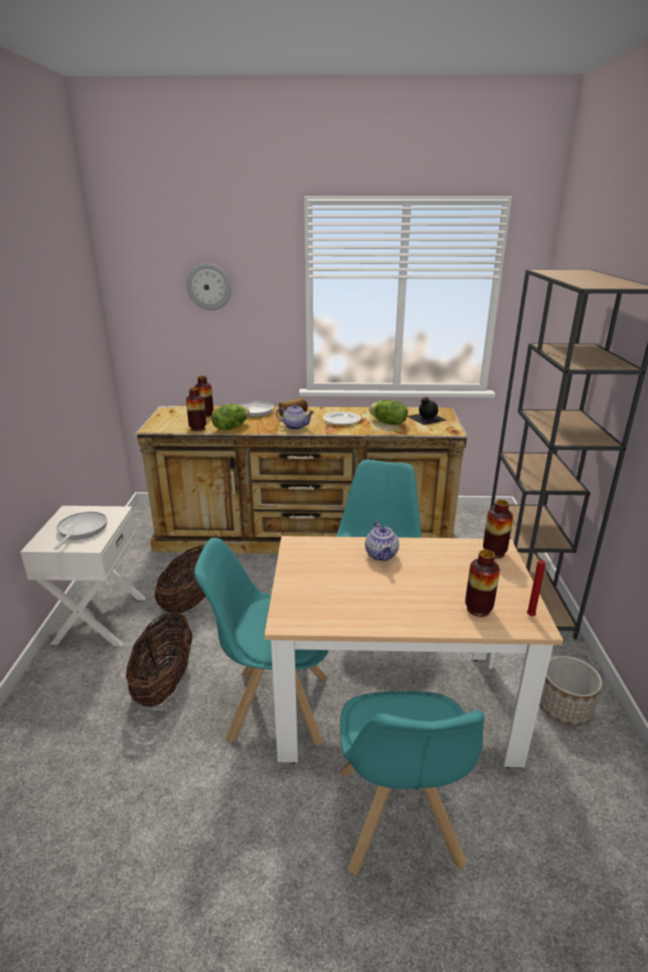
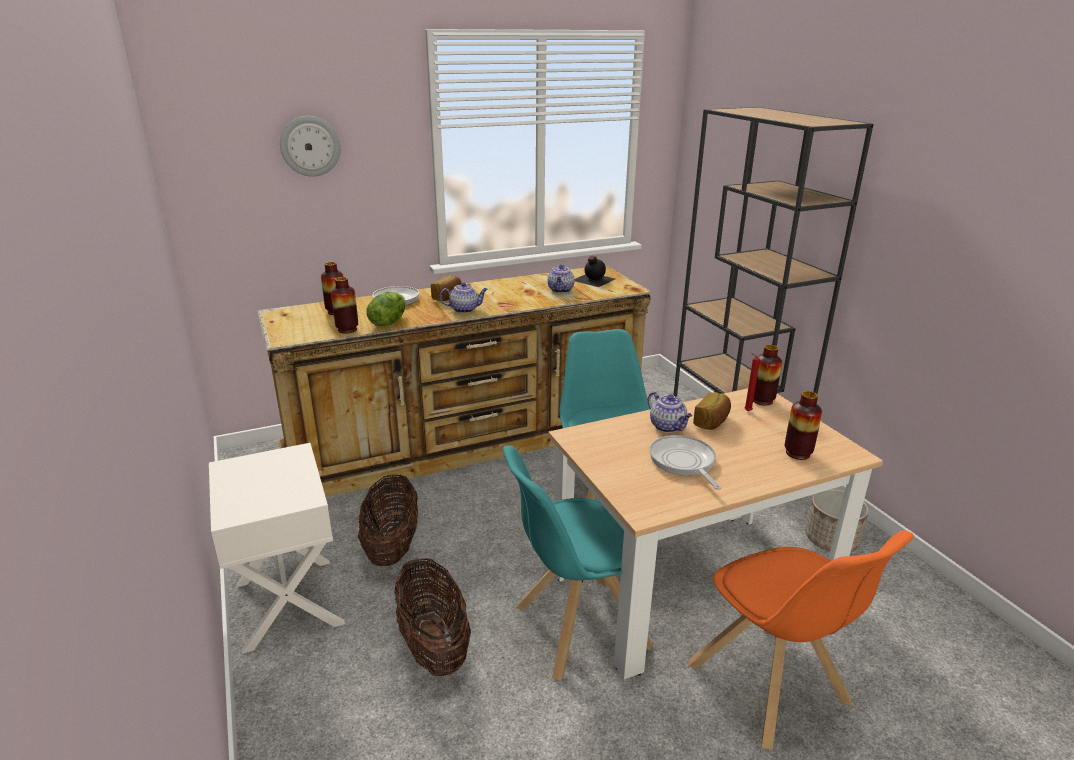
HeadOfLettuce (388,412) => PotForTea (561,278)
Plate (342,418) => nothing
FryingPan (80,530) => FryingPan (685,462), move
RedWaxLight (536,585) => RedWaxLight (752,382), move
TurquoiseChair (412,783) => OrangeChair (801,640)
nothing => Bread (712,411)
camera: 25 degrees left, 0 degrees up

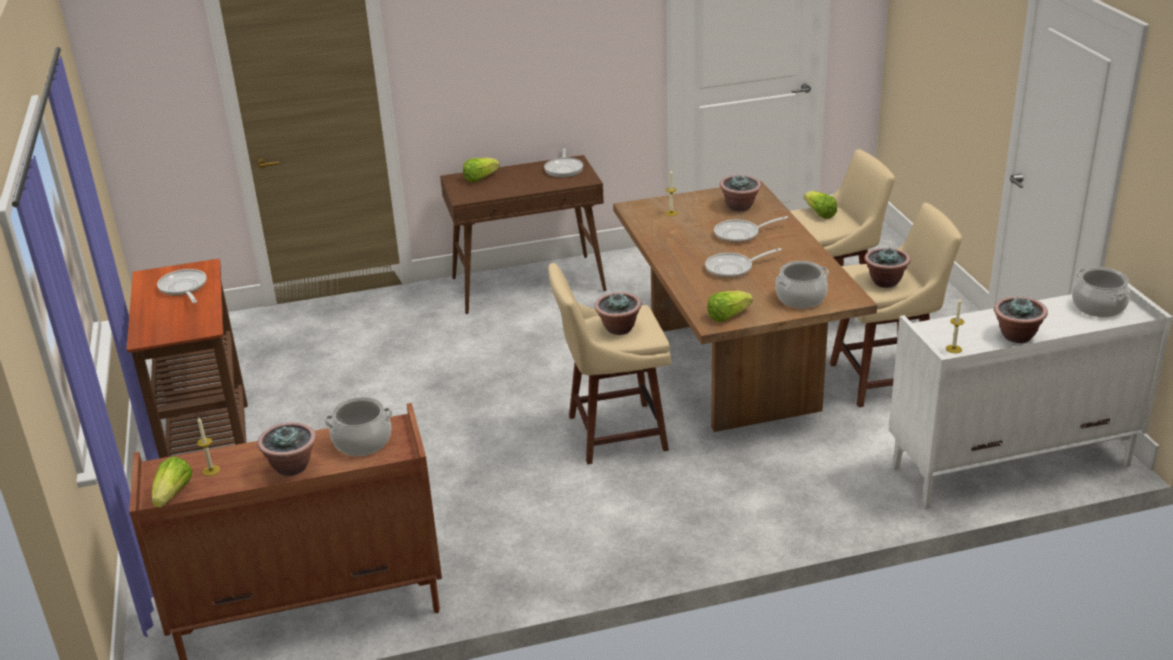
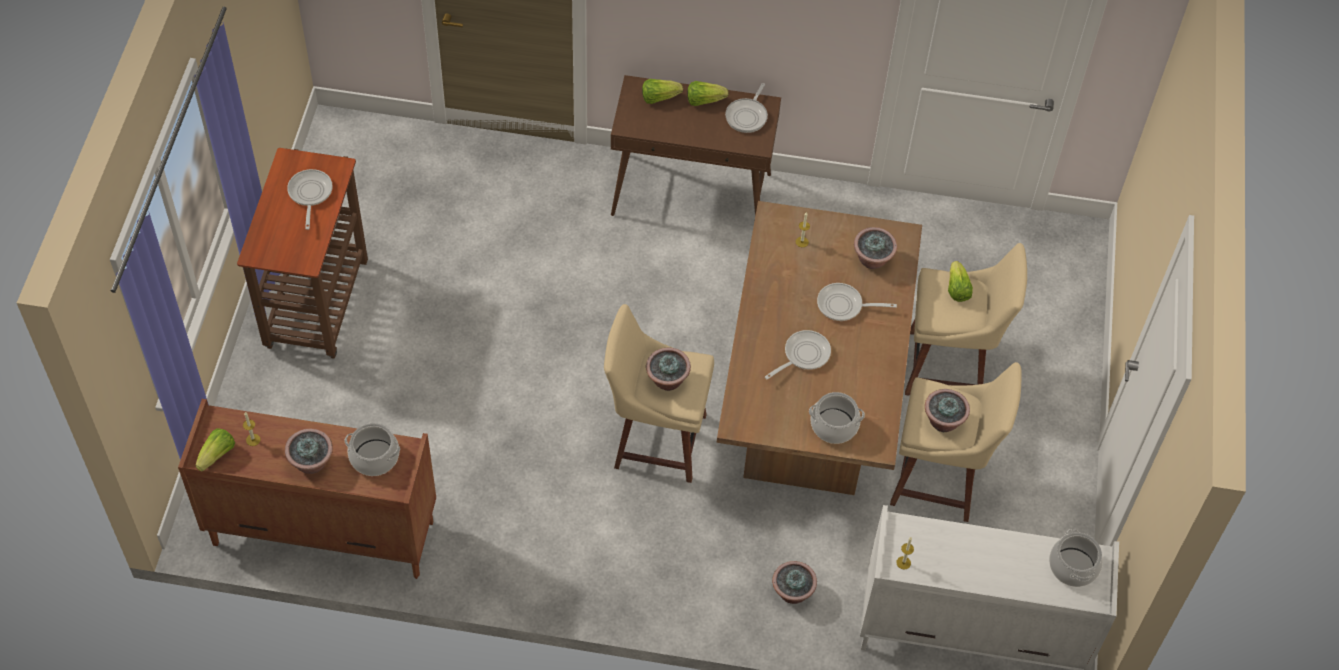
FryingPan (743,263) => FryingPan (798,354), 135 degrees clockwise
HeadOfLettuce (730,306) => HeadOfLettuce (708,93), move
PottedPlant (1021,320) => PottedPlant (794,582), move
camera: 20 degrees right, 25 degrees up

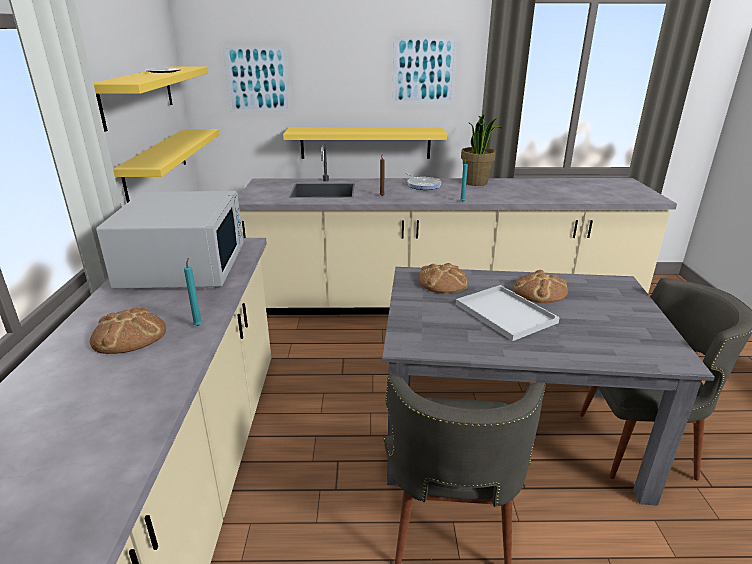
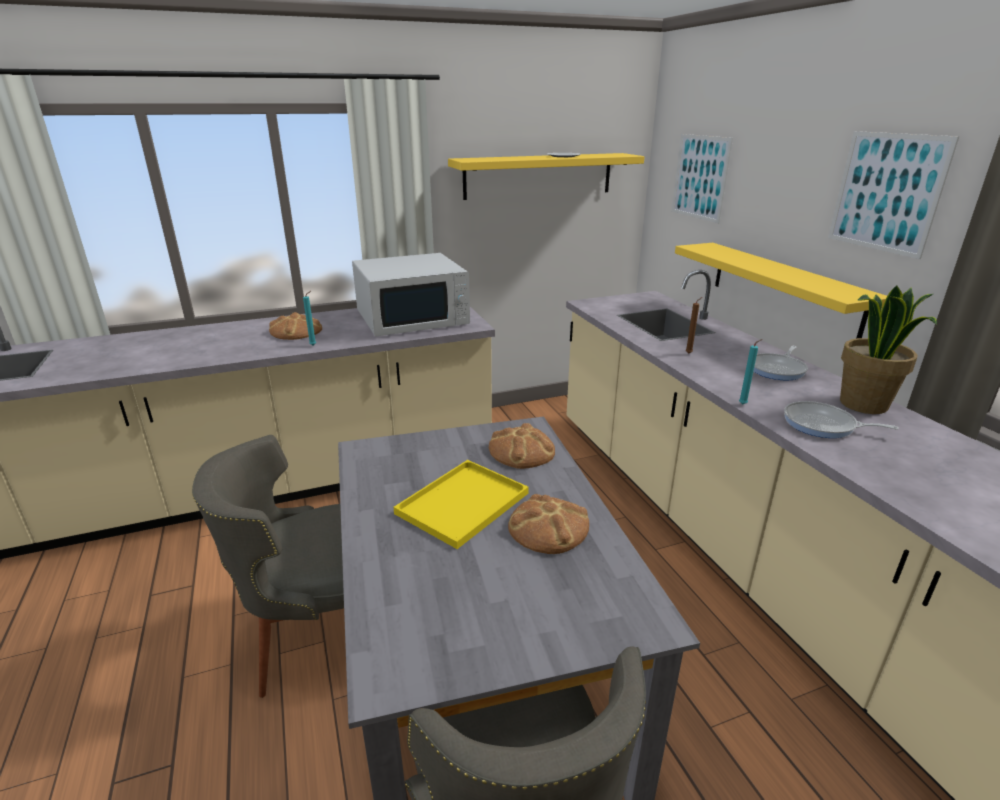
YellowWallShelf (166,166) => nothing
WhiteColouredCarryingTray (508,313) => YellowCarryingTray (461,504)
nothing => FryingPan (841,419)
camera: 70 degrees right, 0 degrees up

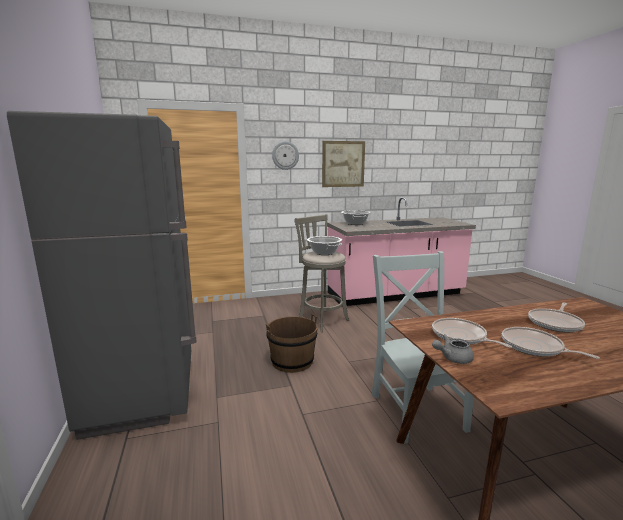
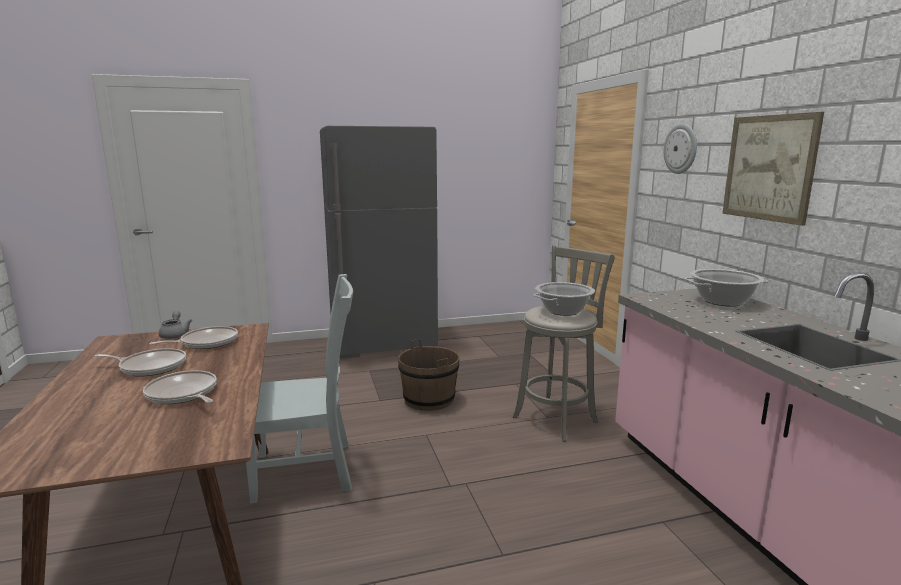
FryingPan (551,343) => FryingPan (140,362), 45 degrees clockwise
camera: 90 degrees right, 0 degrees up

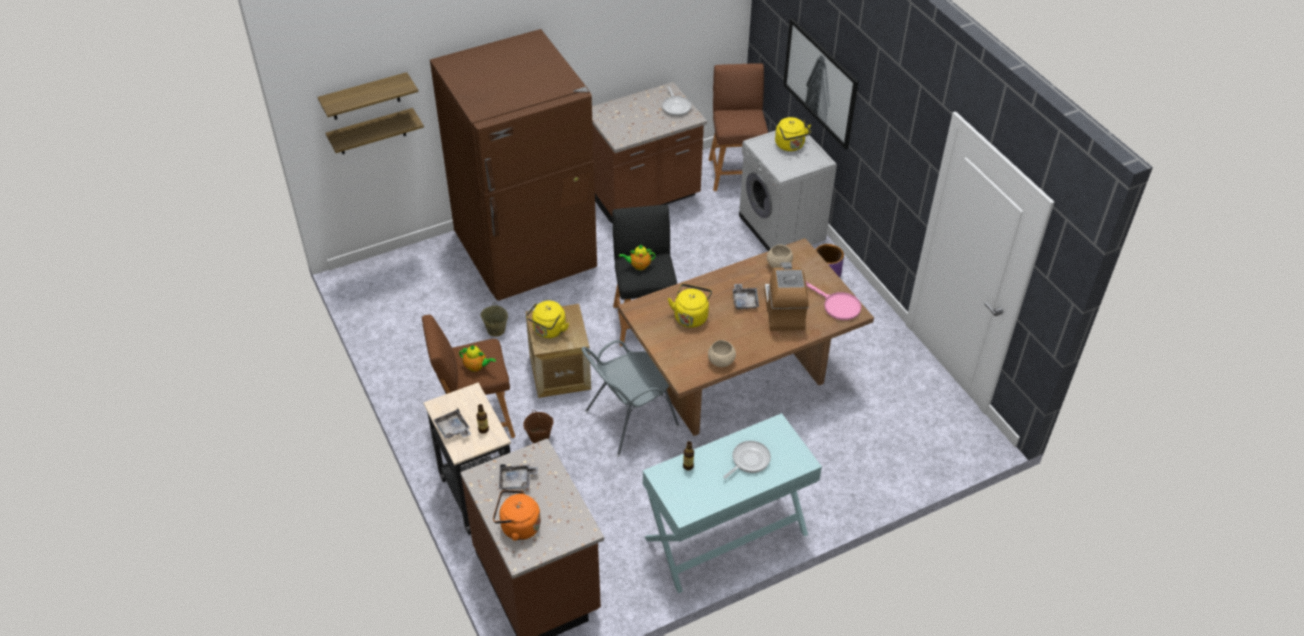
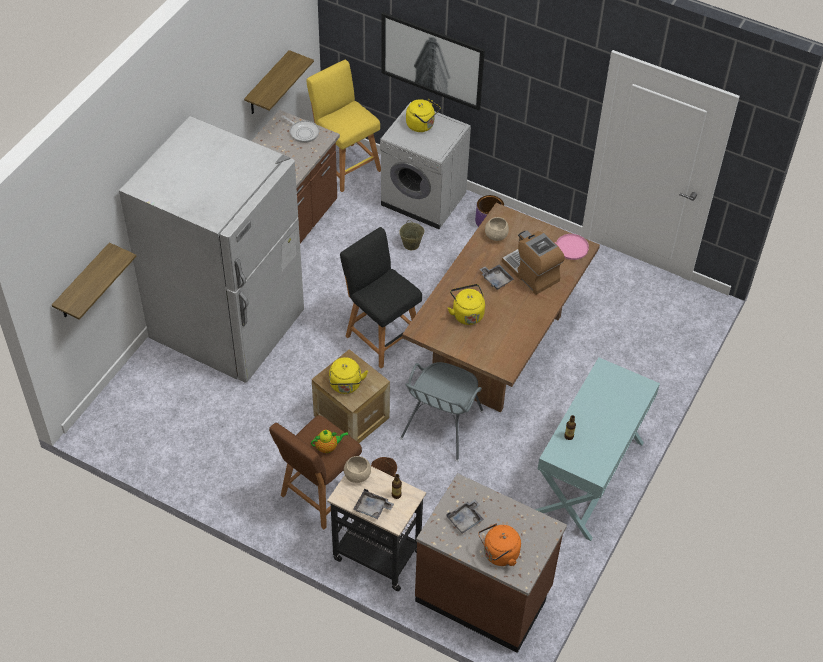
BrownishFridge (513,165) => WhiteColouredFridge (211,249)
BrownishSittingStool (738,127) => YellowSittingStool (343,126)
WallShelf (367,96) => WallShelf (279,82), move
PotForTea (637,257) => nothing
BeigeWaterBucket (494,319) => BeigeWaterBucket (411,235), move
BeigeDeepDish (722,353) => BeigeDeepDish (357,469), move
FryingPan (747,460) => nothing
camera: 35 degrees left, 5 degrees up

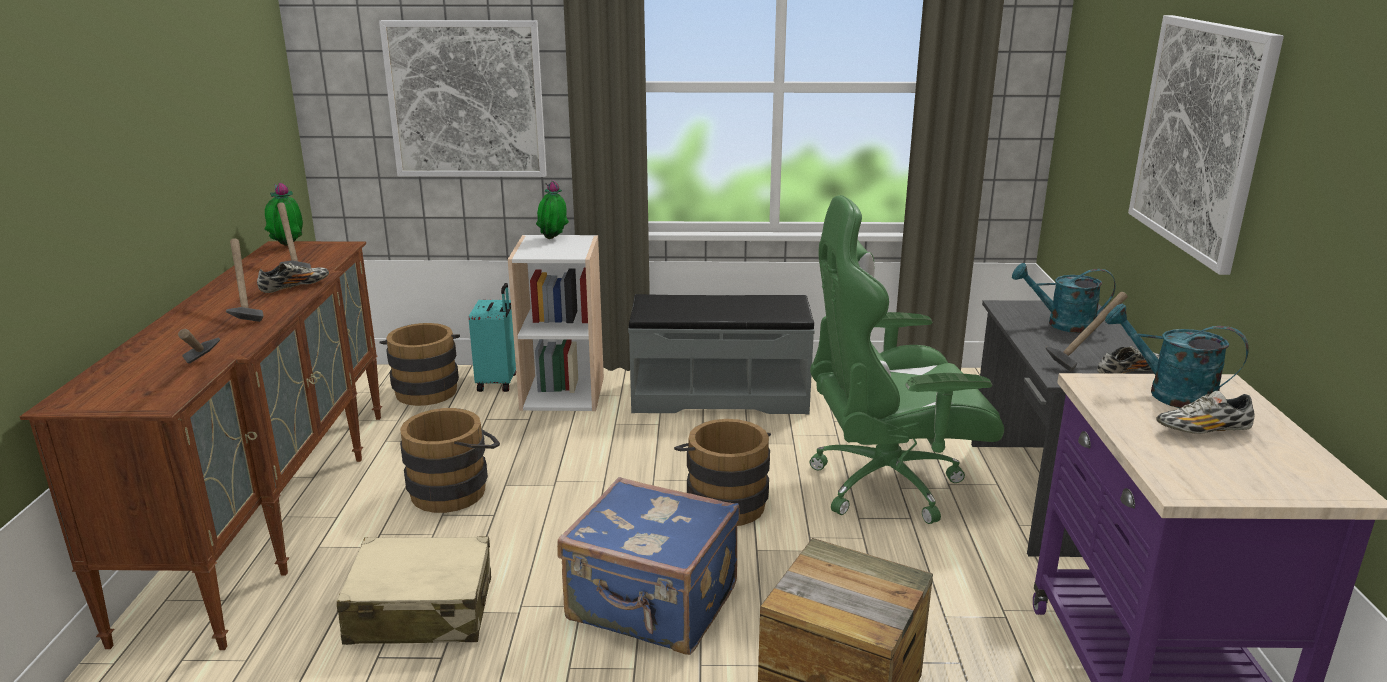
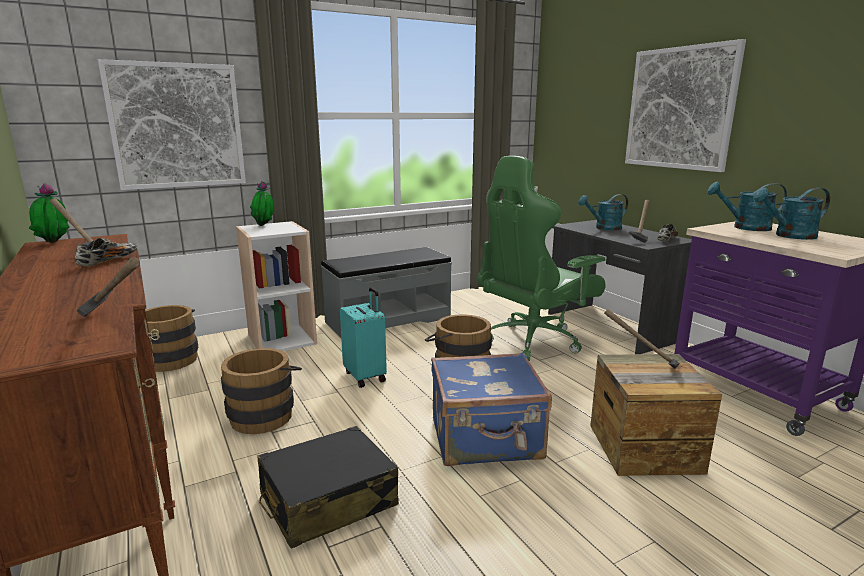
HandHammer (245,280) => HandHammer (642,339), move
TurquoiseSuitcase (492,337) => TurquoiseSuitcase (363,337), move
Shoe (1205,412) => TurquoiseWateringCan (791,214)
BeigeSuitcase (414,590) => BlackSuitcase (328,487)
camera: 30 degrees left, 5 degrees down

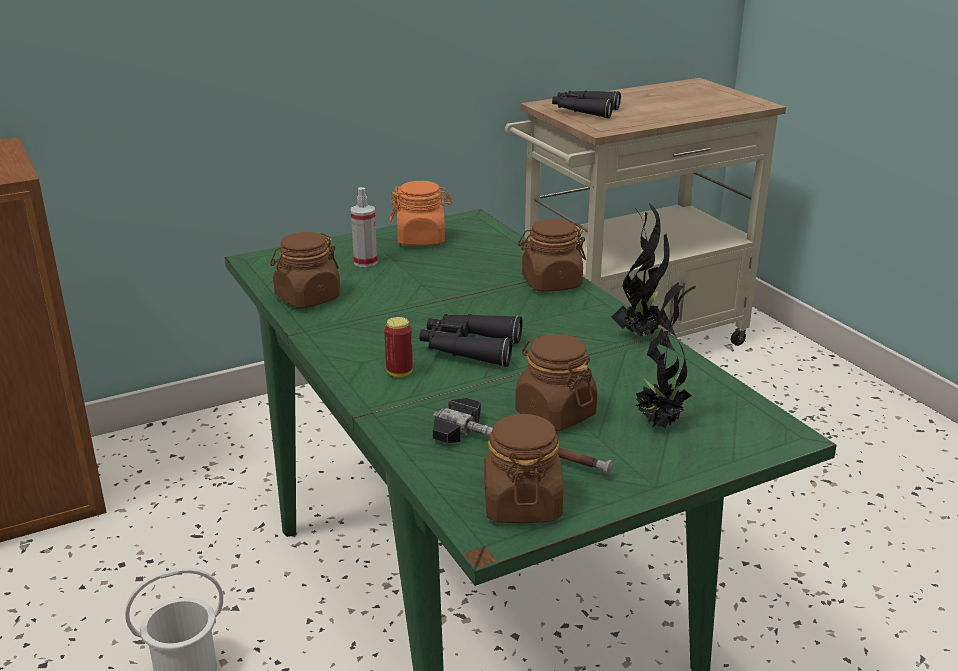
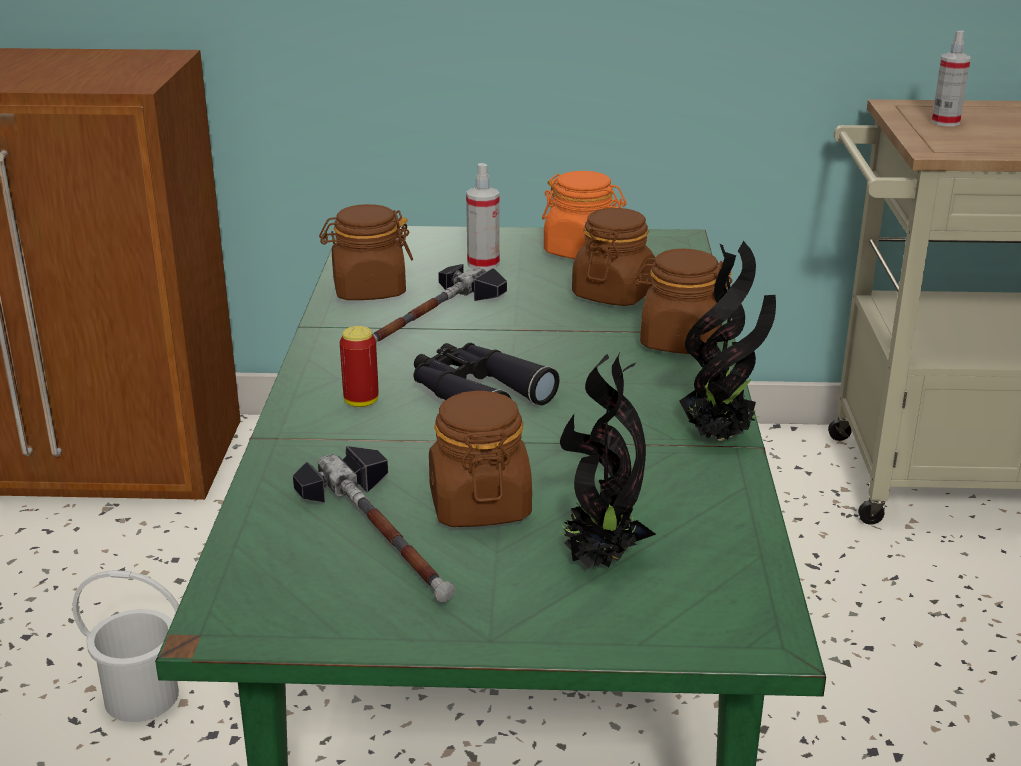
BlackFieldGlasses (586,105) => SprayBottle (951,78)
BrownishStorageJar (523,468) => BrownishStorageJar (613,257), move
nothing => HandHammer (440,303)
camera: 30 degrees right, 0 degrees up

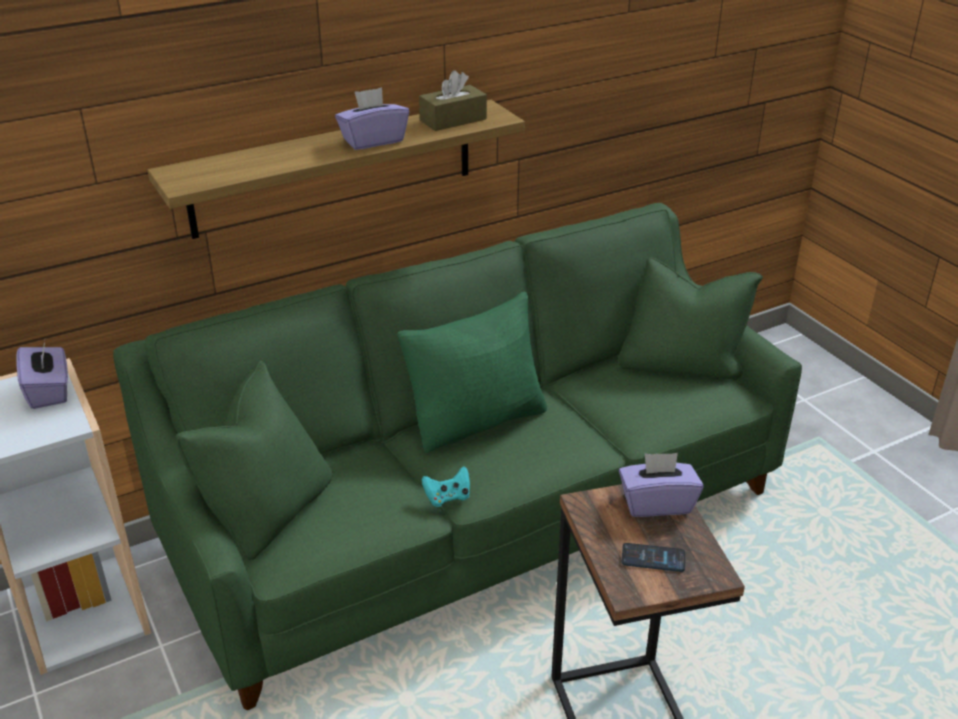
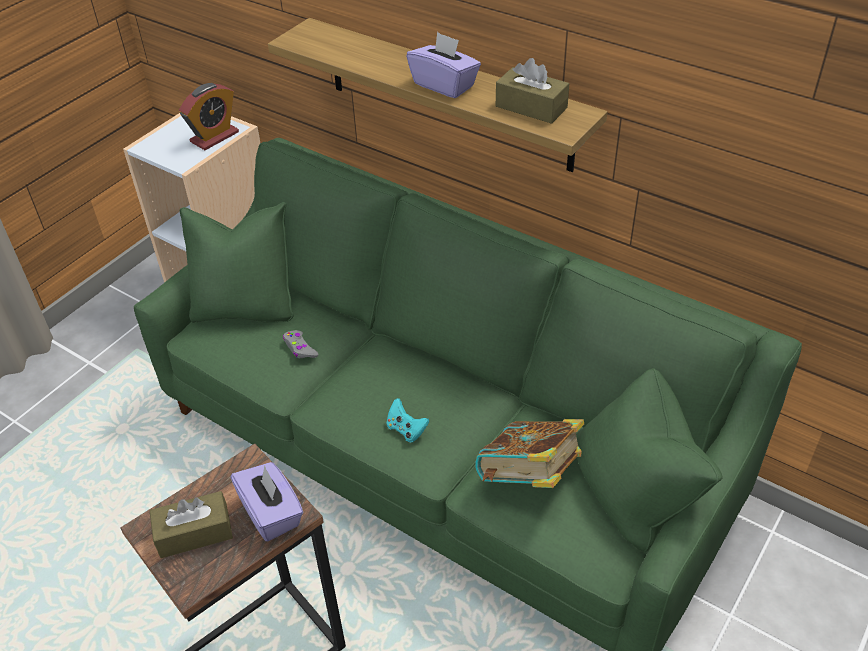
GreenColouredThrowPillow (472,372) => nothing
PurplishTissueHolder (42,375) => BedsideClock (209,116)
TurquoiseJoypad (446,486) => TurquoiseJoypad (407,420), move
Telephone (653,557) => BrownishTissueHolder (191,524)
nothing => GreyJoypad (300,344)
nothing => Book (529,453)
camera: 65 degrees right, 10 degrees up

